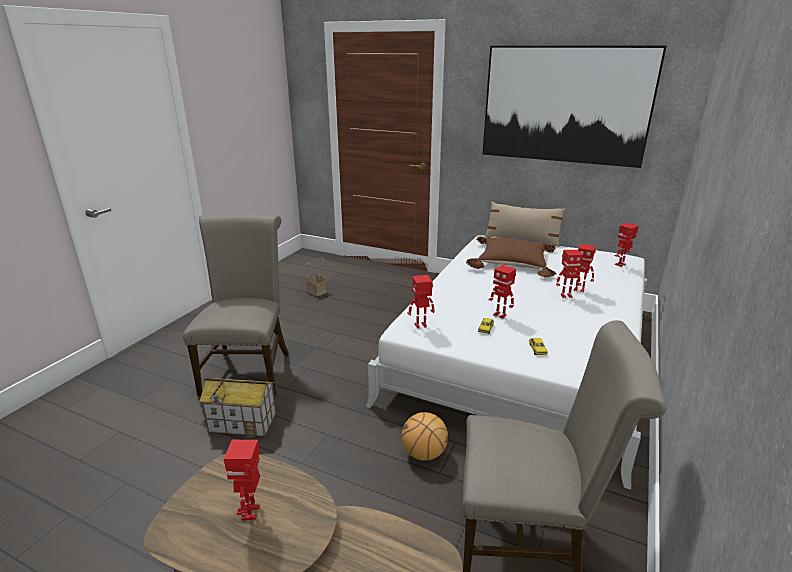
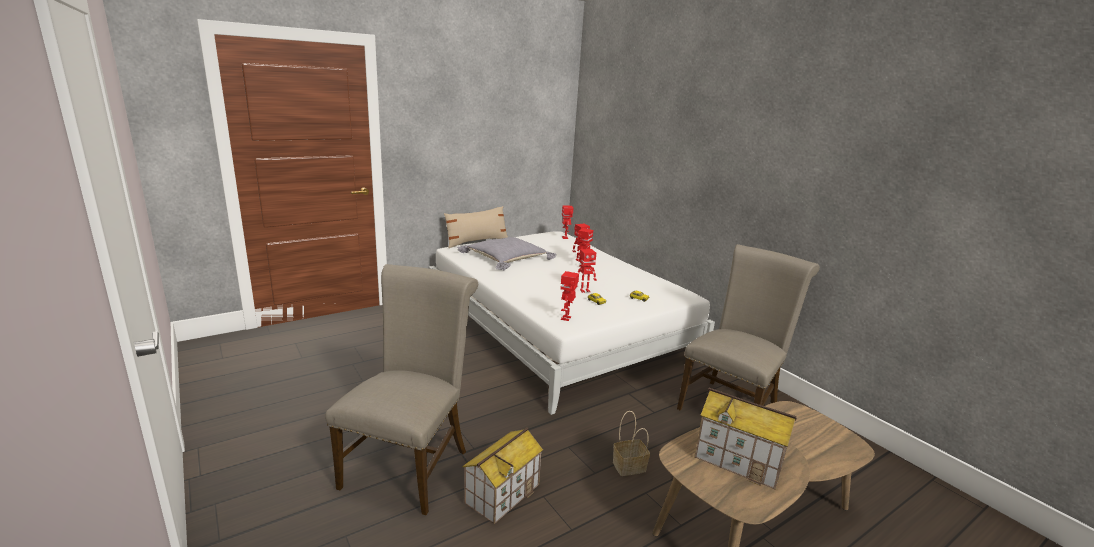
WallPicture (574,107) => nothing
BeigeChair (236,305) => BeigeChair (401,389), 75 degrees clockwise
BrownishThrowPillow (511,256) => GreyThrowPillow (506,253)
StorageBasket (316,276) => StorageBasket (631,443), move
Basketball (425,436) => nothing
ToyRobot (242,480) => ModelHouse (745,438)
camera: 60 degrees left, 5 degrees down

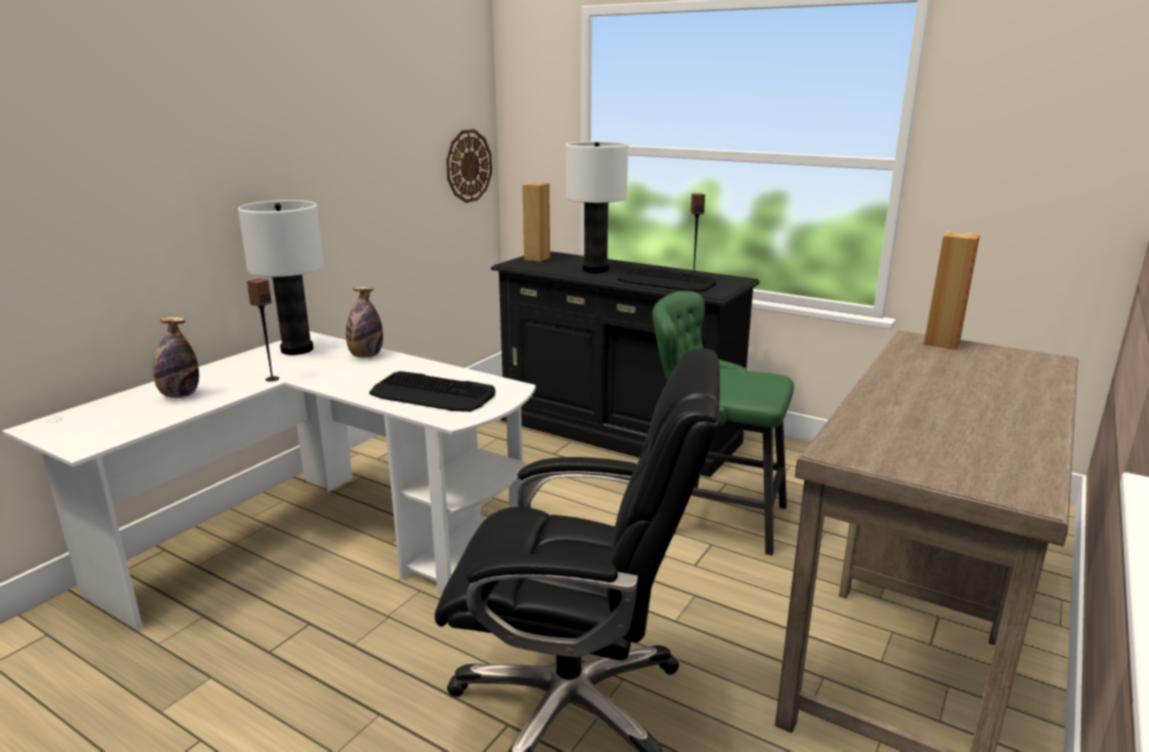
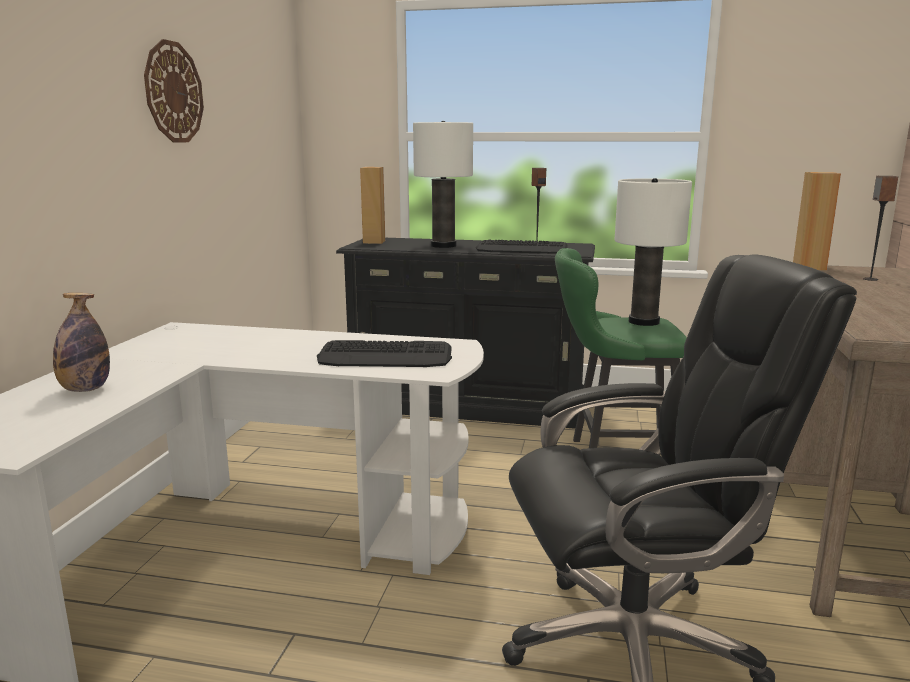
ClockOnTheWall (469,166) => ClockOnTheWall (174,91), move
WhiteColouredTabletopLamp (281,277) => WhiteColouredTabletopLamp (653,252), move
AudioSpeaker (263,330) => AudioSpeaker (880,228), move
Bottle (364,322) => nothing
camera: 20 degrees left, 5 degrees down

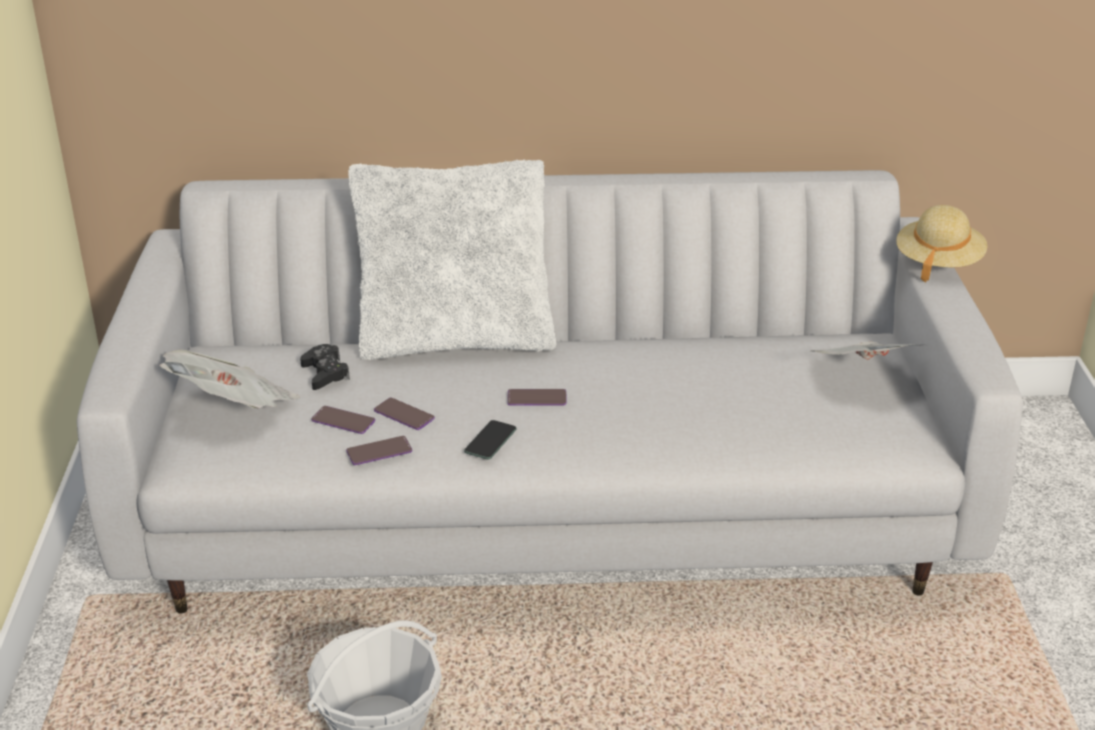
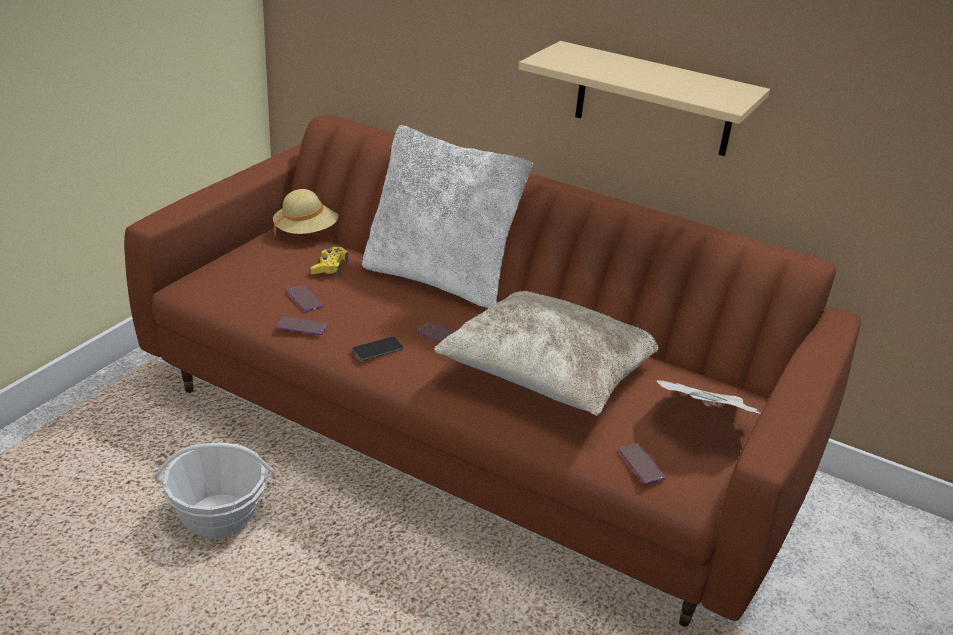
WhiteColouredSettee (550,392) => BrownishSettee (492,370)
BeigeWearableHat (941,243) => BeigeWearableHat (306,212), move
BlackJoypad (325,367) => YellowJoypad (329,261)
Newspaper (229,379) => nothing
Telephone (404,414) => Telephone (642,463), move
nothing => BeigeWallShelf (644,98)
nothing => BeigeThrowPillow (546,353)
camera: 30 degrees right, 0 degrees up

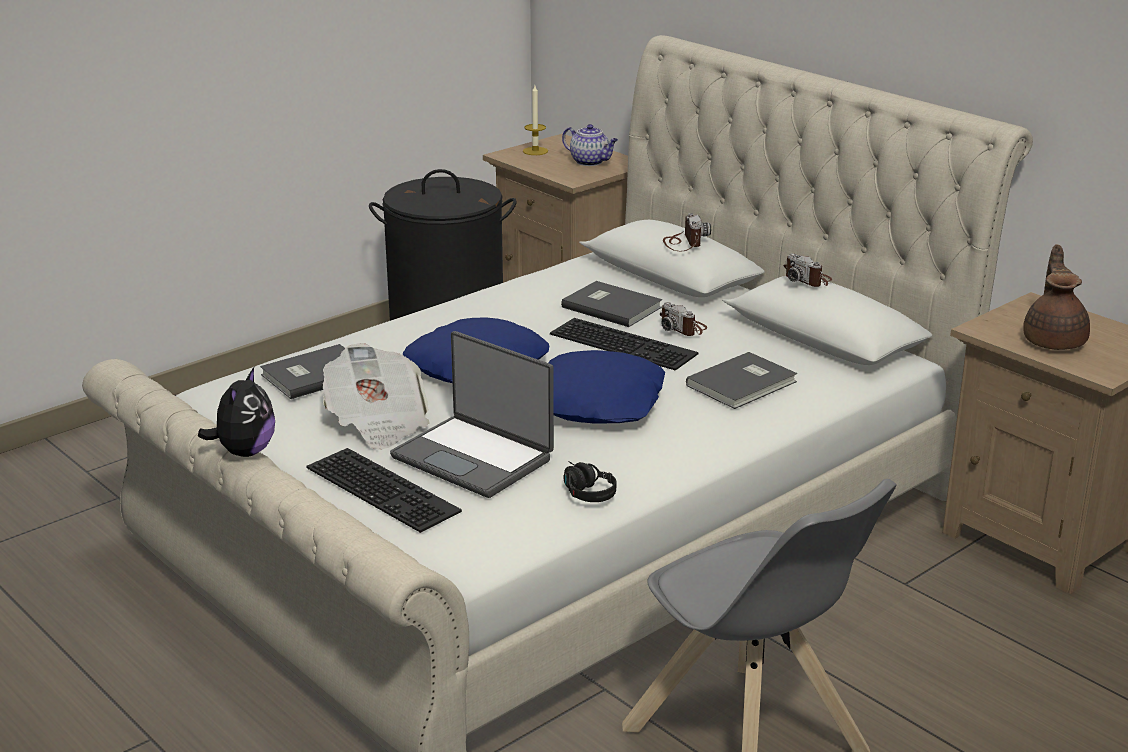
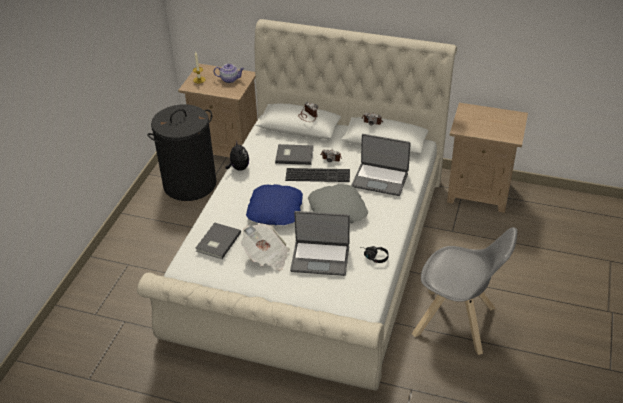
BrownishPotForTea (1056,297) => nothing
BluishThrowPillow (606,387) => GreyThrowPillow (338,203)
GreyBook (741,380) => PortableComputer (381,165)
CuddlyToy (236,412) => CuddlyToy (237,156), move
PcKeyboard (384,490) => nothing
camera: 30 degrees left, 15 degrees up

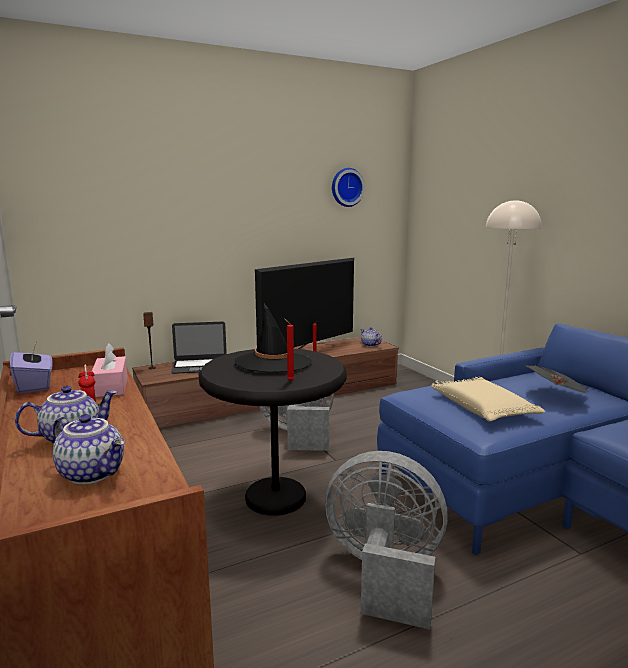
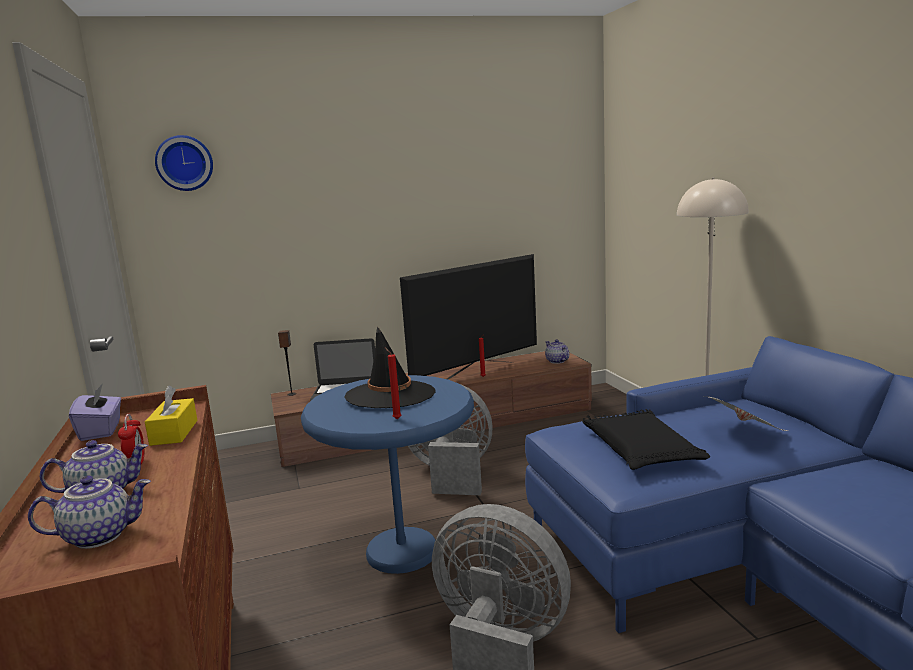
ClockOnTheWall (348,187) => ClockOnTheWall (184,163), move
PinkishTissueHolder (110,370) => YellowTissueHolder (171,416)
BlackSideTable (272,432) => BluishSideTable (387,474)
BeigeThrowPillow (488,399) => BlackThrowPillow (646,439)
PotForTea (89,449) => PotForTea (89,512), 60 degrees counterclockwise
camera: 10 degrees right, 0 degrees up

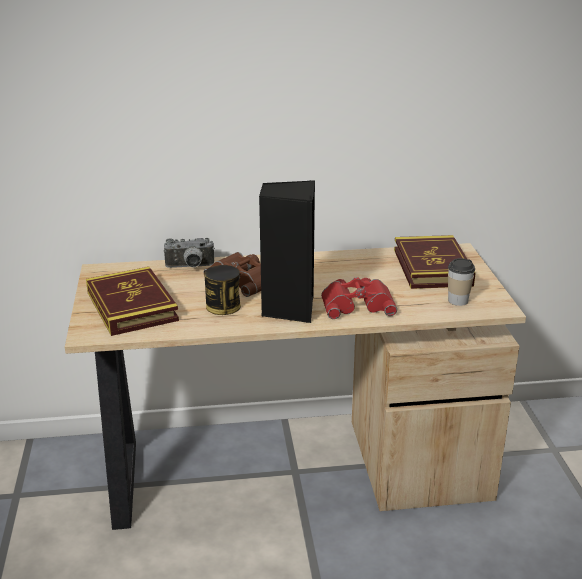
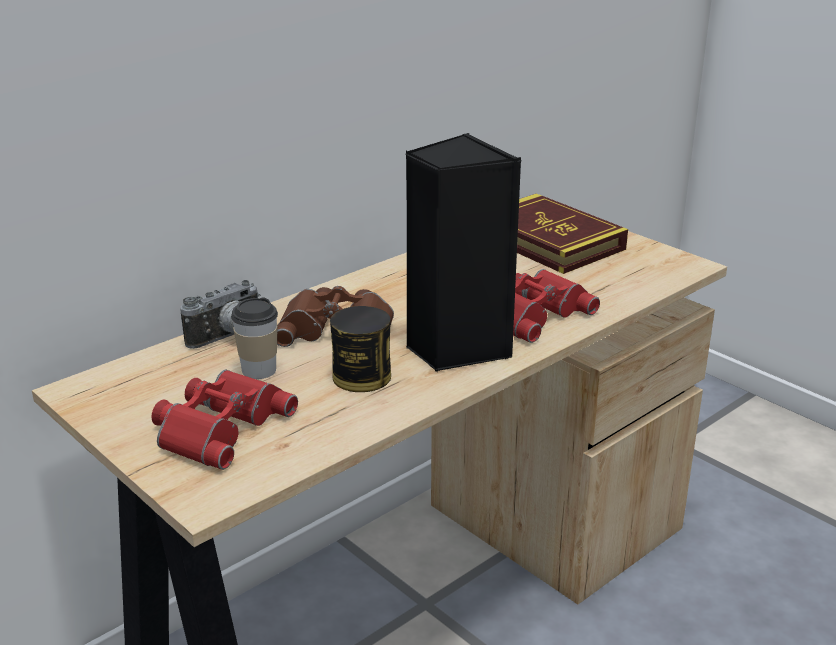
SmallCup (461,282) => SmallCup (254,338), move
Book (132,301) => RedFieldGlasses (224,420)
camera: 35 degrees left, 0 degrees up

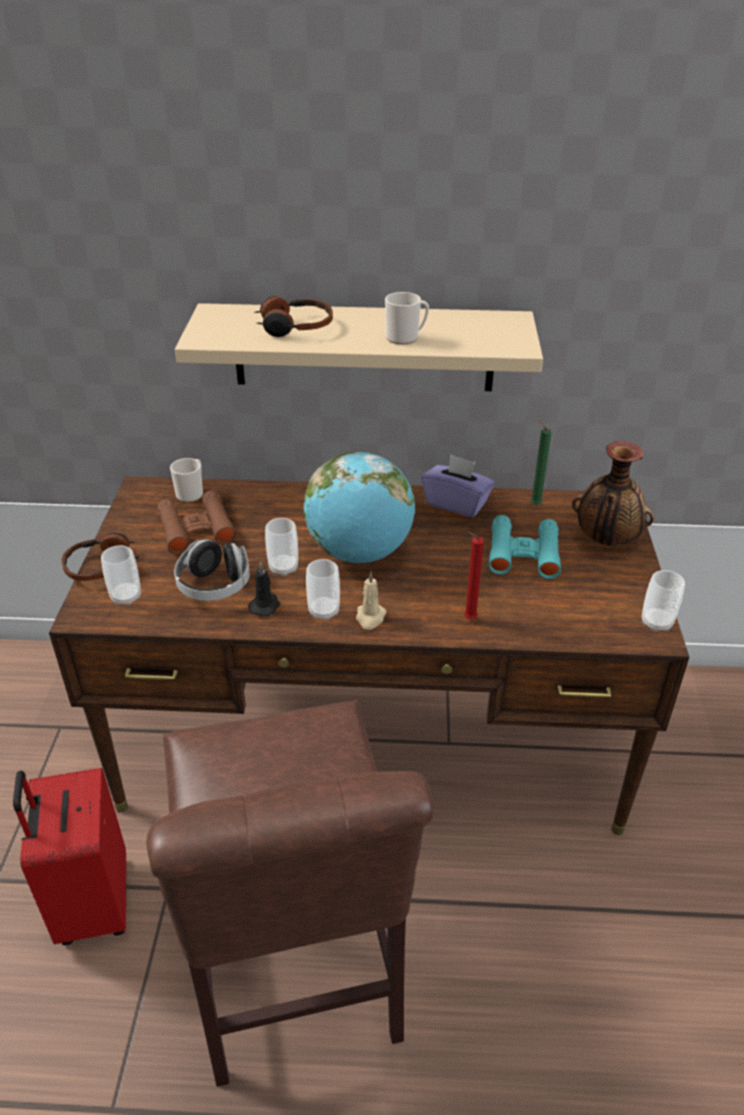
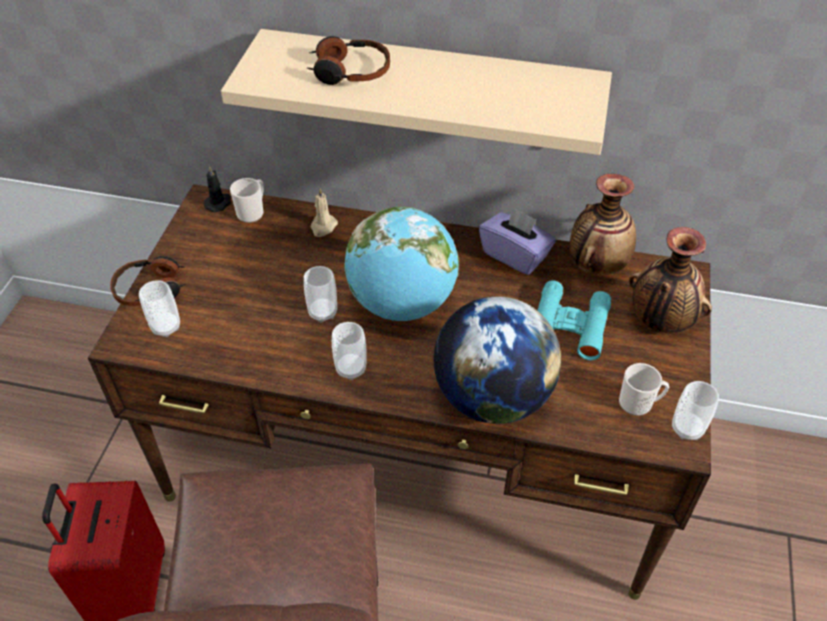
CoffeeMug (407,318) => CoffeeMug (644,389), move
GreenColouredWaxLight (541,462) => Vase (602,224)
BrownishFieldGlasses (196,522) => nothing
RedWaxLight (474,575) => Globe (497,360)
Headphones (212,570) => nothing
BlackWaxLight (264,589) => BlackWaxLight (217,188), move
BeigeWaxLight (371,601) => BeigeWaxLight (324,212), move
camera: 10 degrees right, 10 degrees up

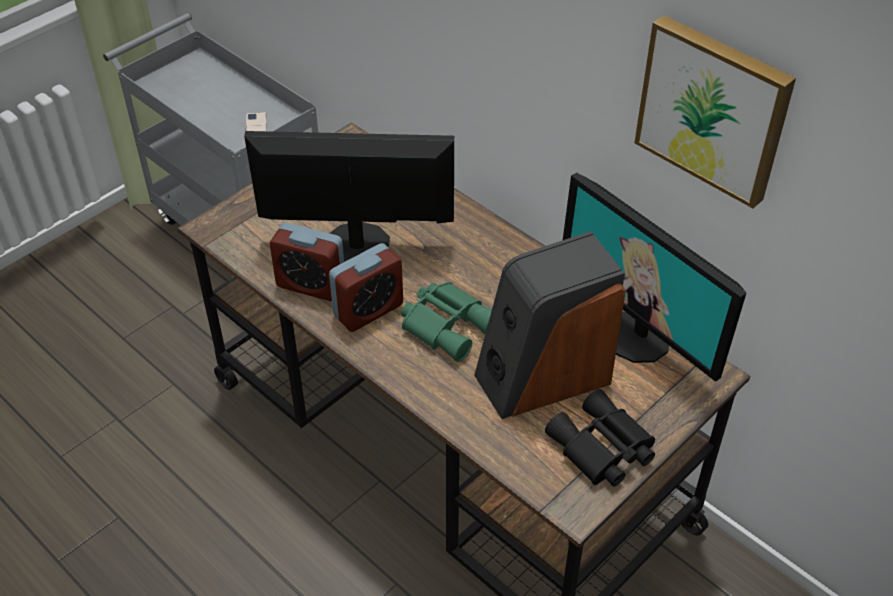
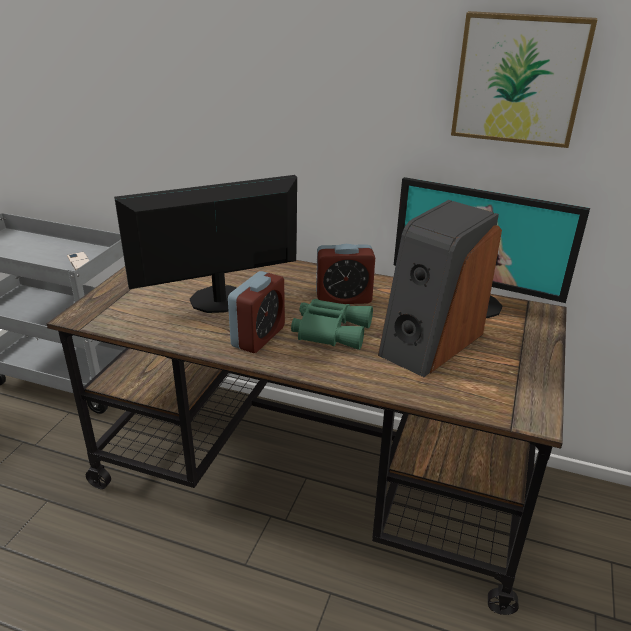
BedsideClock (307,261) => BedsideClock (345,274), move
BlackFieldGlasses (600,438) => nothing
camera: 25 degrees left, 15 degrees down

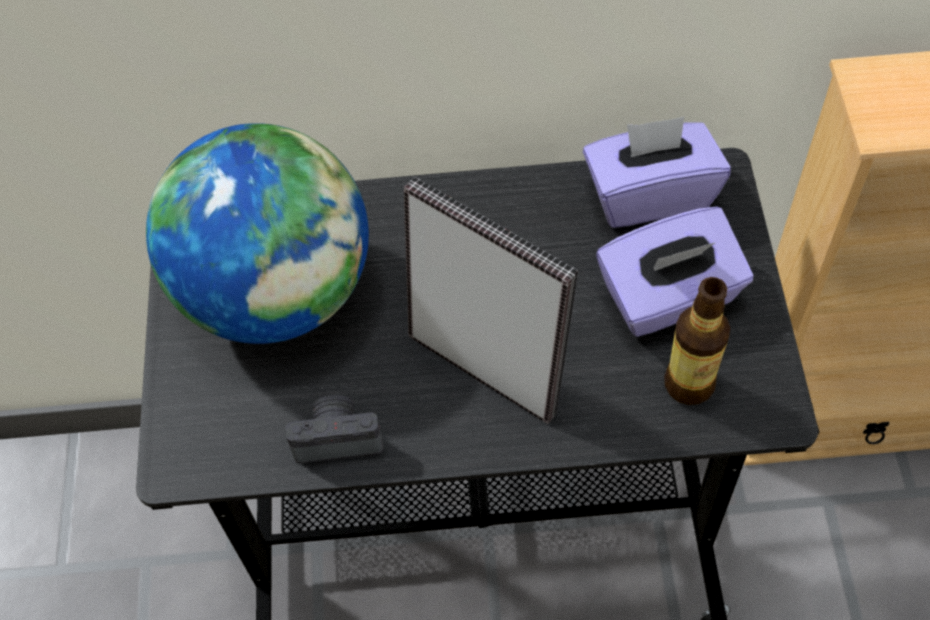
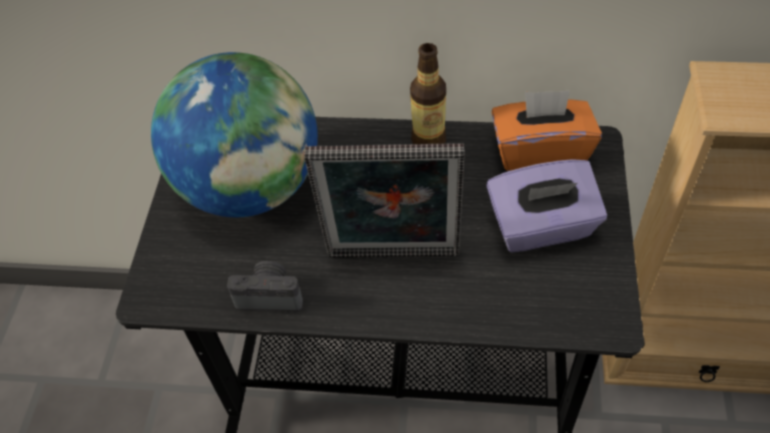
PurplishTissueHolder (657,172) => OrangeTissueHolder (547,130)
StandingFrame (491,300) => StandingFrame (384,200), 135 degrees clockwise
Bottle (697,341) => Bottle (428,93), move
camera: 10 degrees right, 5 degrees down

